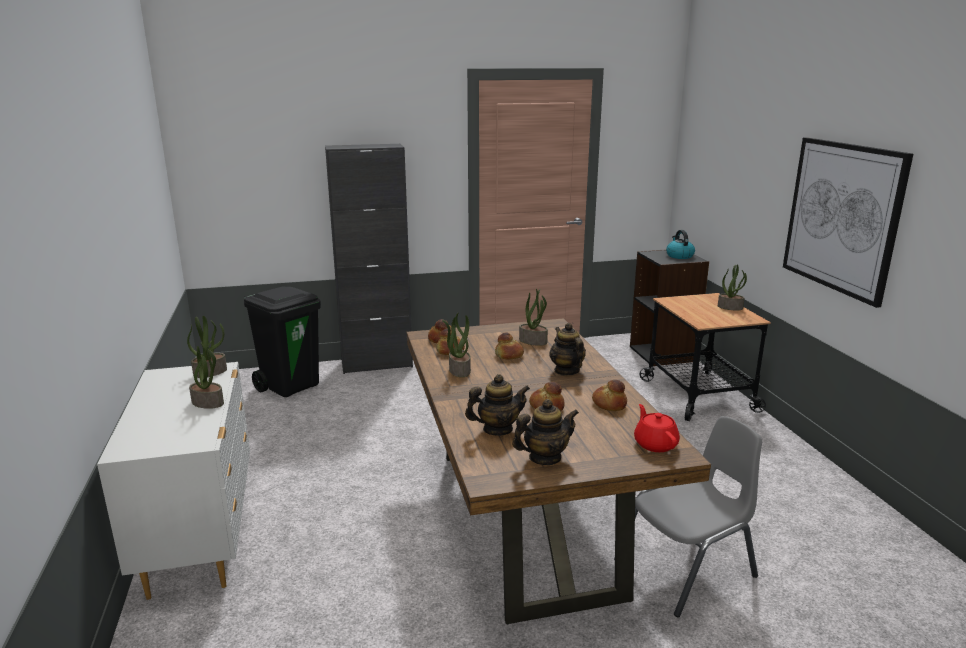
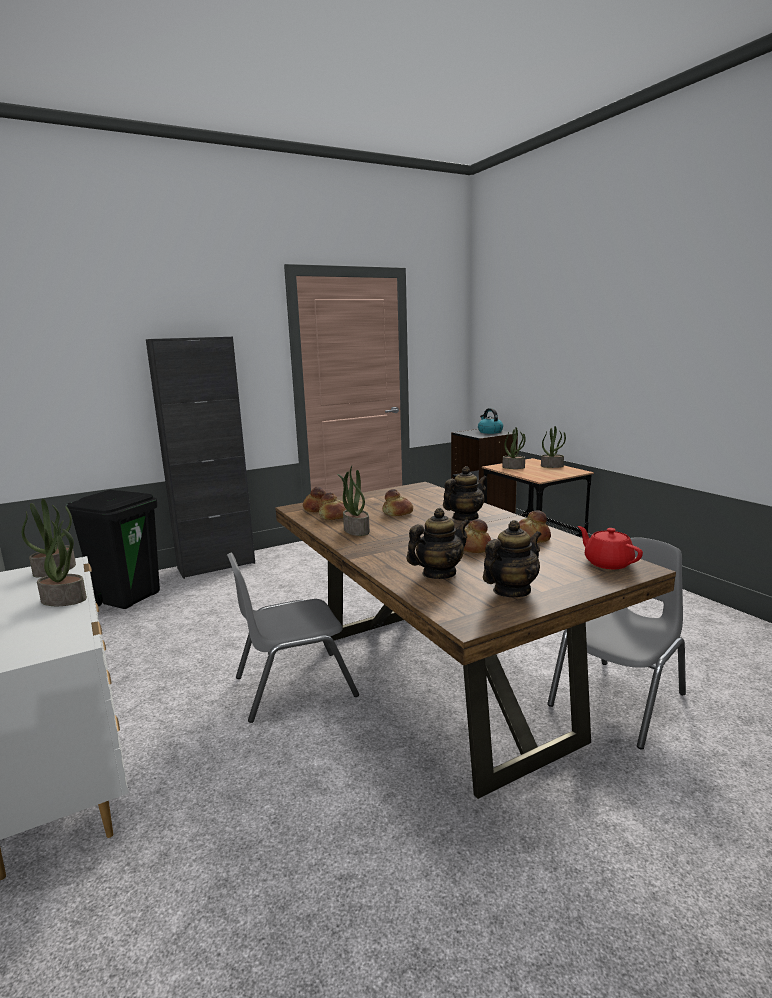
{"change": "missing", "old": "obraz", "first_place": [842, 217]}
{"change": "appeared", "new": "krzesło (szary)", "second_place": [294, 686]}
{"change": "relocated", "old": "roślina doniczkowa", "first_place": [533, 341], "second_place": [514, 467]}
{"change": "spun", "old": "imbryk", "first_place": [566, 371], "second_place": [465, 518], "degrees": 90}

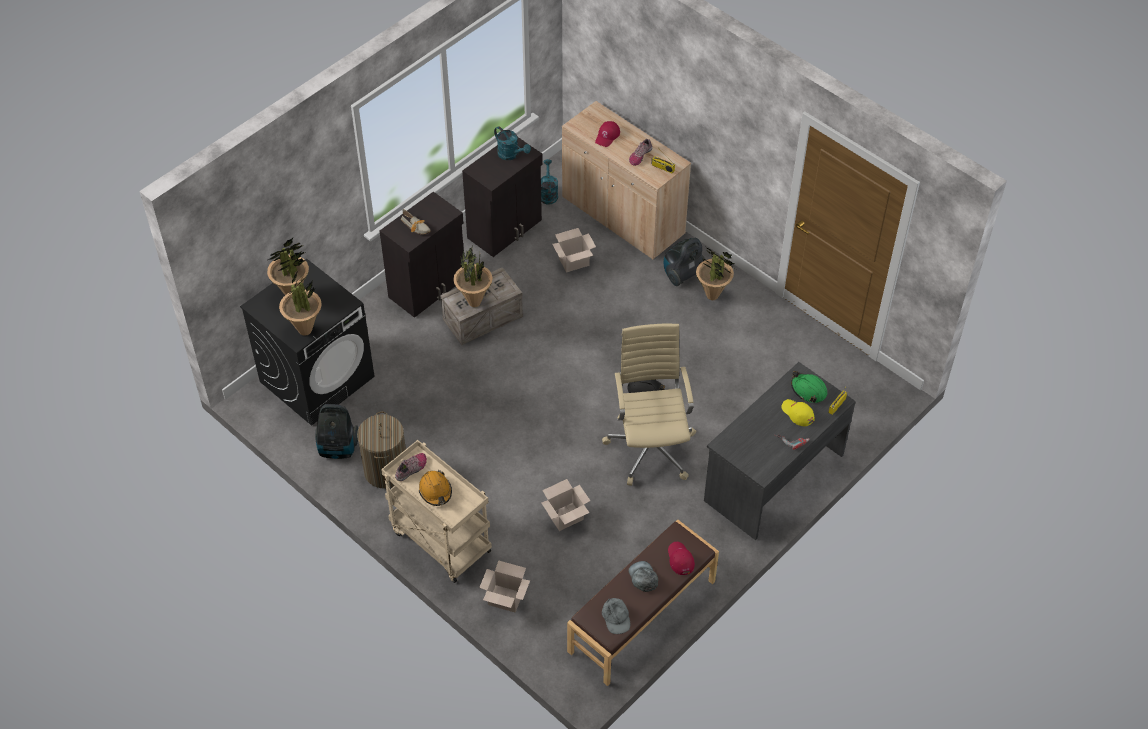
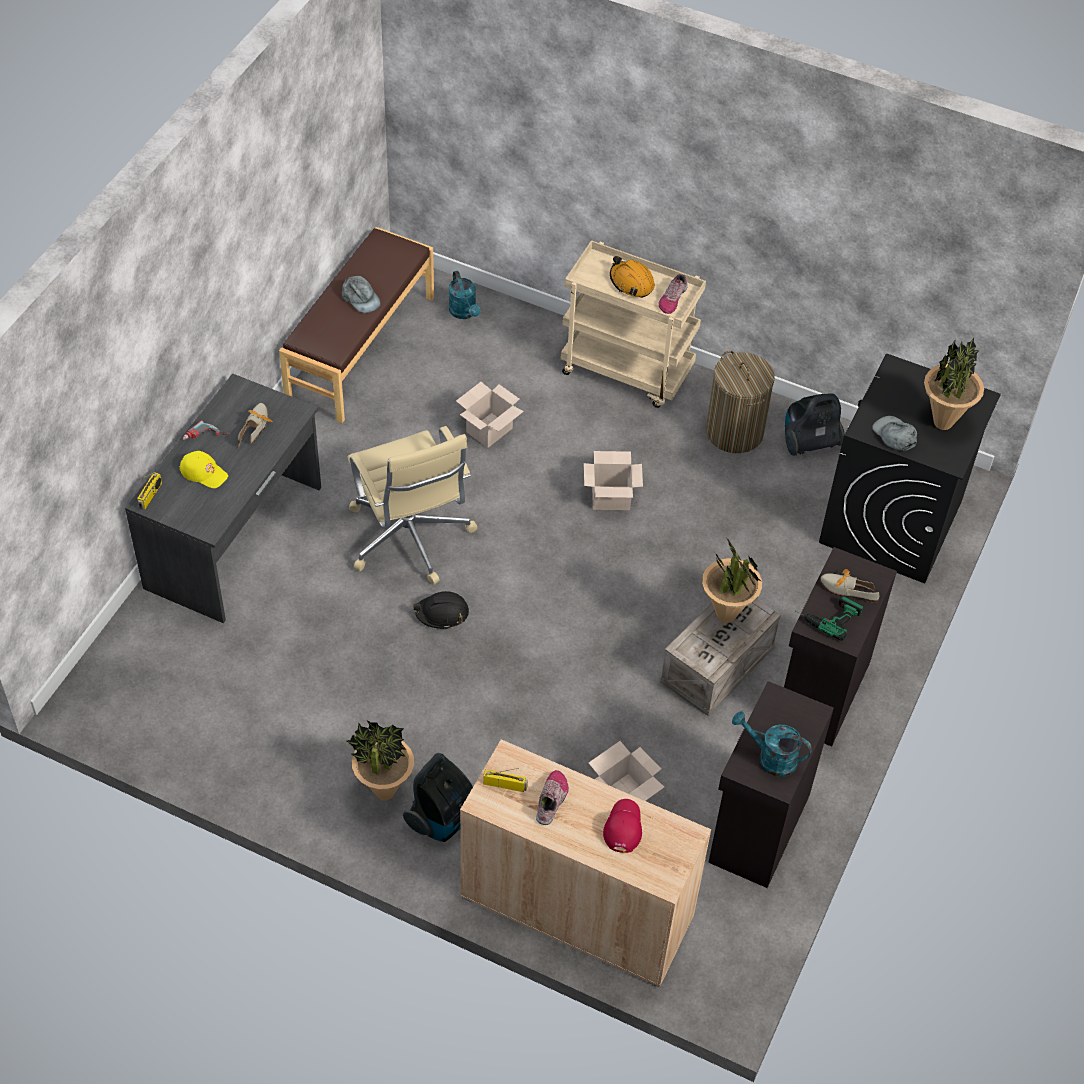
{"change": "missing", "old": "roślina doniczkowa", "first_place": [305, 330]}
{"change": "missing", "old": "czapka z daszkiem (czerwony)", "first_place": [680, 559]}
{"change": "missing", "old": "kask (zielony)", "first_place": [808, 390]}
{"change": "appeared", "new": "but", "second_place": [255, 426]}
{"change": "appeared", "new": "wiertarka", "second_place": [827, 615]}
{"change": "relocated", "old": "karton", "first_place": [504, 599], "second_place": [612, 497]}
{"change": "relocated", "old": "konewka (turkusowy)", "first_place": [548, 193], "second_place": [464, 313]}
{"change": "relocated", "old": "czapka z daszkiem (szary)", "first_place": [616, 617], "second_place": [894, 435]}

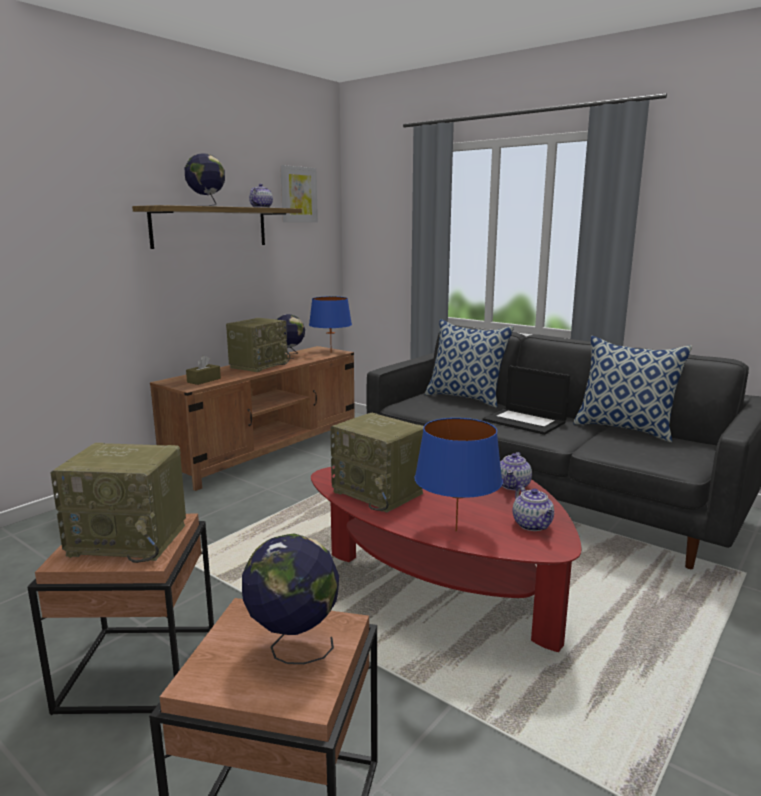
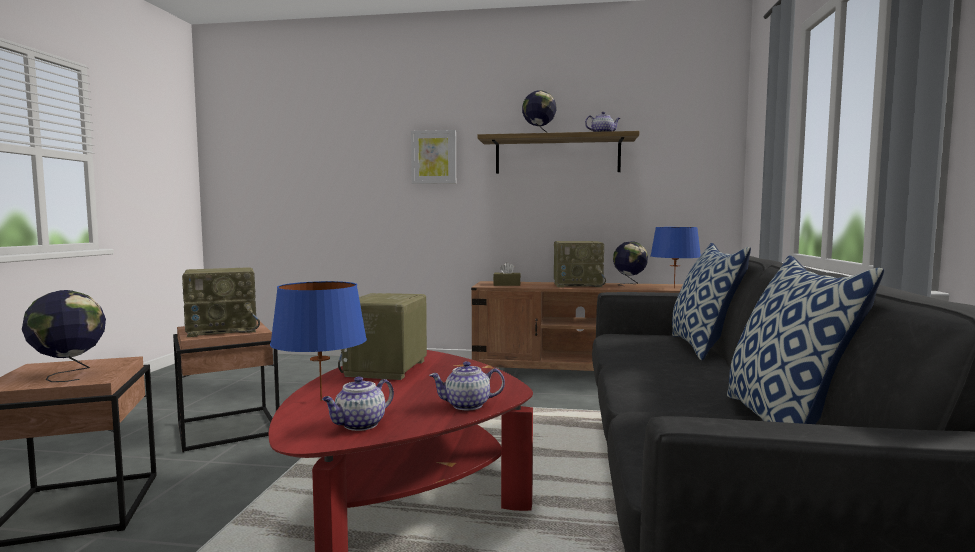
{"change": "missing", "old": "laptop", "first_place": [525, 421]}
{"change": "relocated", "old": "obraz", "first_place": [298, 194], "second_place": [434, 157]}
{"change": "spun", "old": "radio", "first_place": [131, 539], "second_place": [223, 329], "degrees": -90}

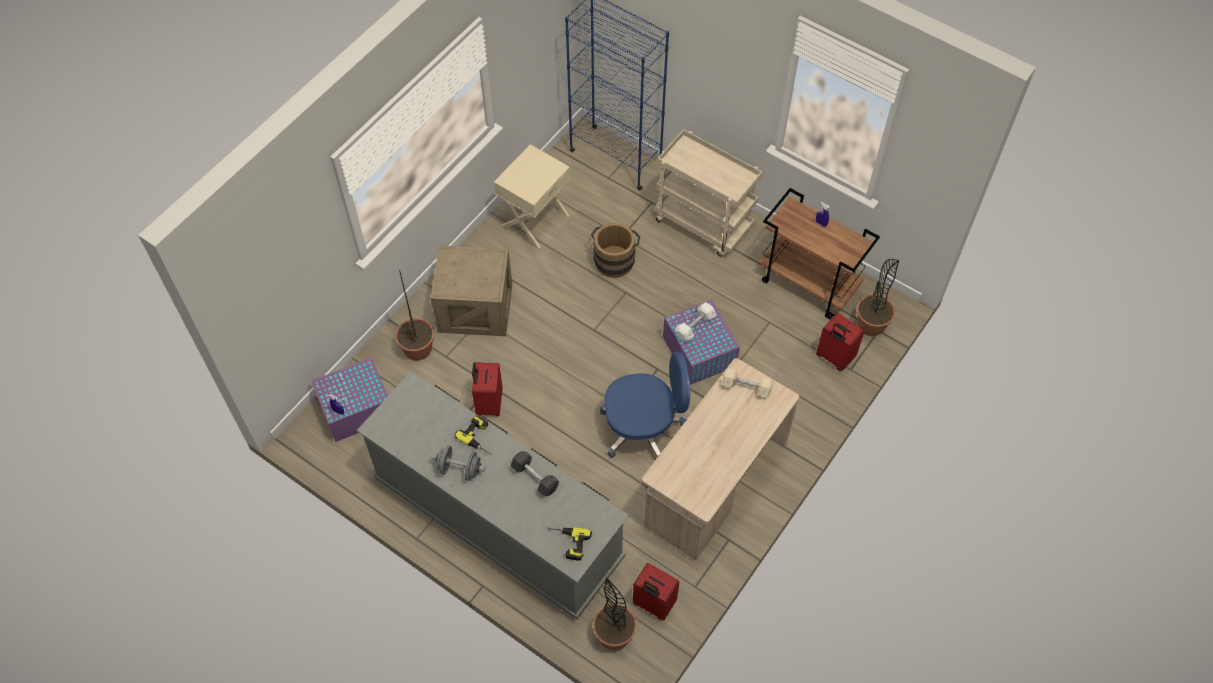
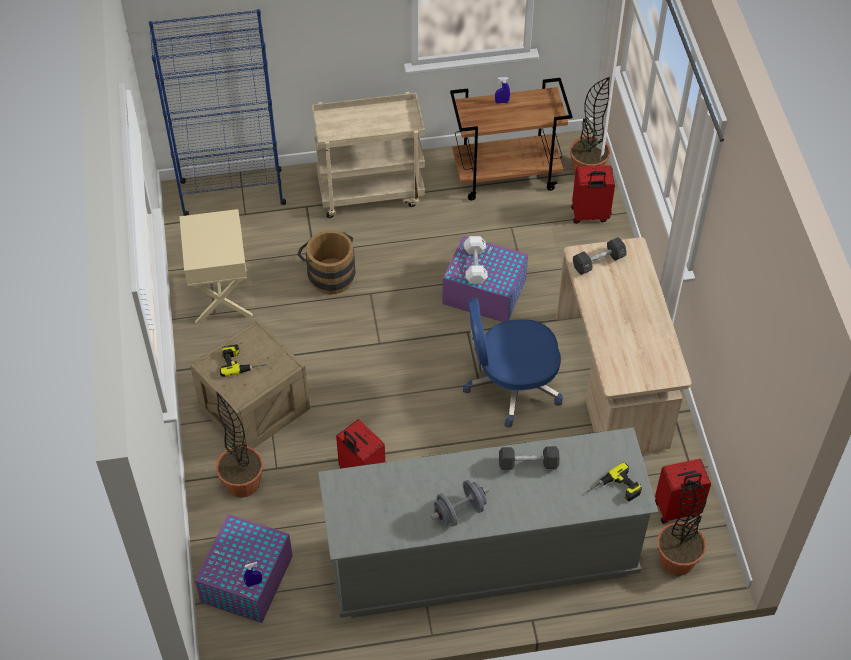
{"change": "relocated", "old": "wiertarka", "first_place": [480, 437], "second_place": [242, 361]}
{"change": "colour", "old": "hantel (beżowy)", "new": "hantel (czarny)", "first_place": [746, 387], "second_place": [598, 262]}
{"change": "spun", "old": "krzesło biurowe (niebieski)", "first_place": [643, 428], "second_place": [511, 386], "degrees": -135}

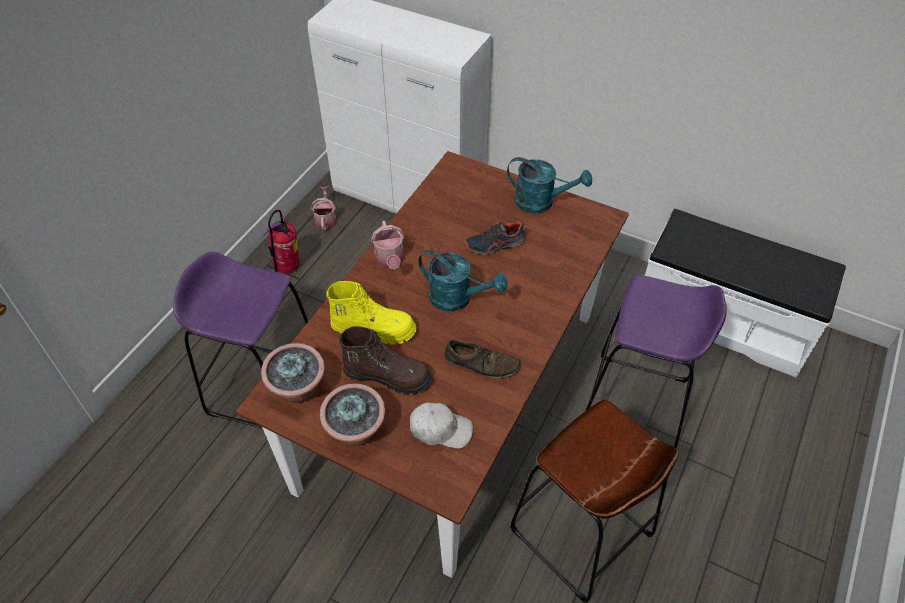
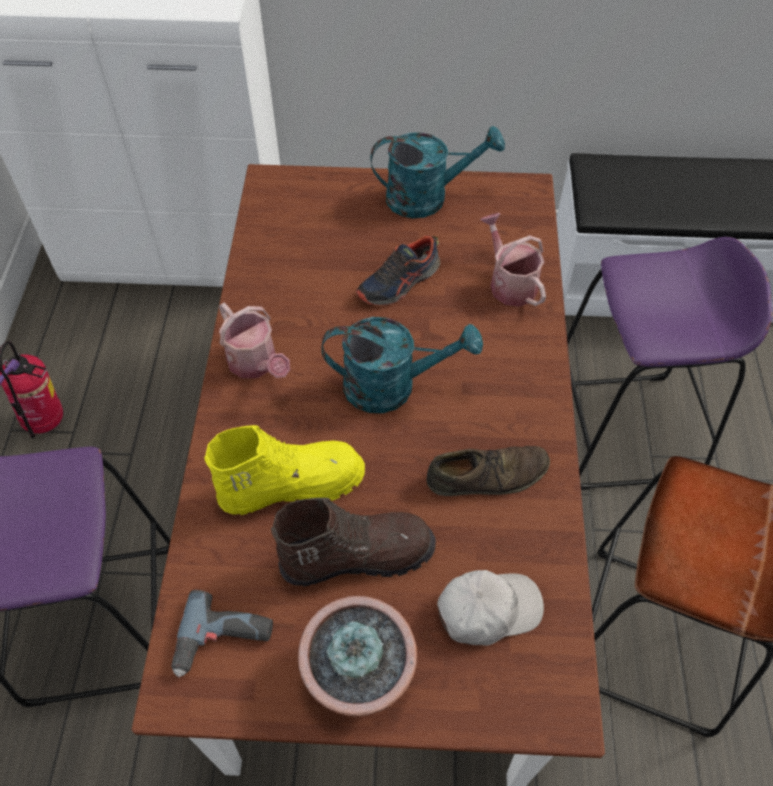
{"change": "relocated", "old": "konewka", "first_place": [326, 220], "second_place": [509, 283]}
{"change": "exchanged", "old": "roślina doniczkowa", "new": "wiertarka", "first_place": [298, 389], "second_place": [223, 643]}

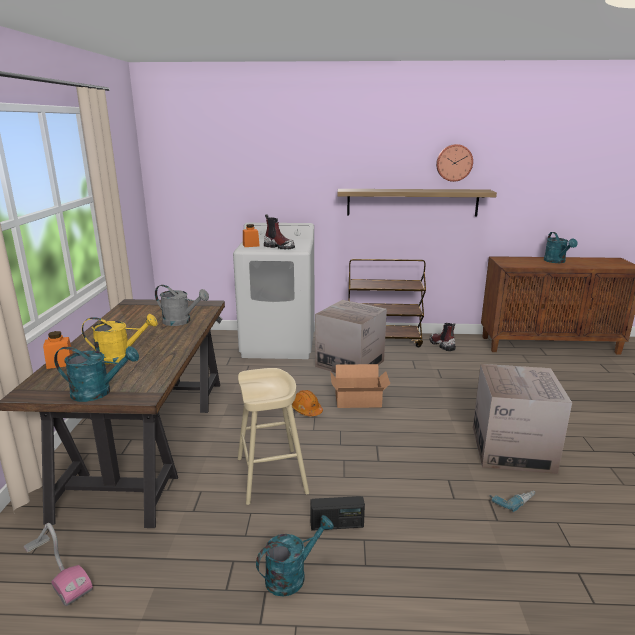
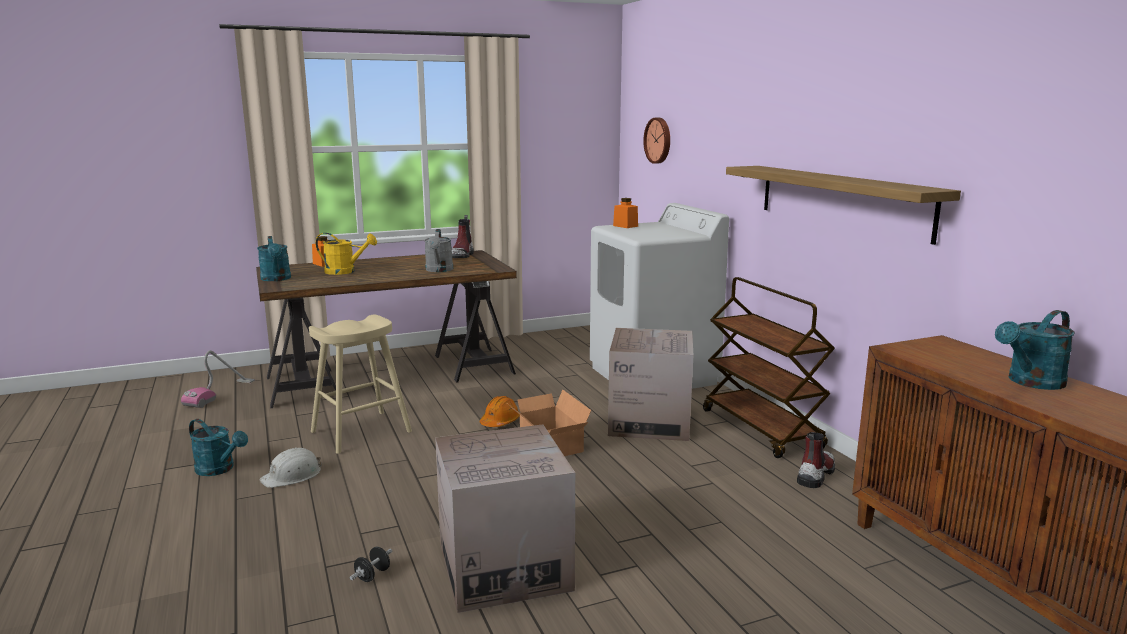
{"change": "relocated", "old": "but z cholewką", "first_place": [279, 247], "second_place": [462, 255]}
{"change": "relocated", "old": "zegar ścienny", "first_place": [454, 162], "second_place": [659, 140]}
{"change": "exchanged", "old": "radio", "new": "kask (biały)", "first_place": [337, 525], "second_place": [292, 475]}
{"change": "exchanged", "old": "wiertarka", "new": "hantel (czarny)", "first_place": [512, 500], "second_place": [372, 575]}
{"change": "spun", "old": "konewka (żółty)", "first_place": [120, 356], "second_place": [345, 271], "degrees": -45}

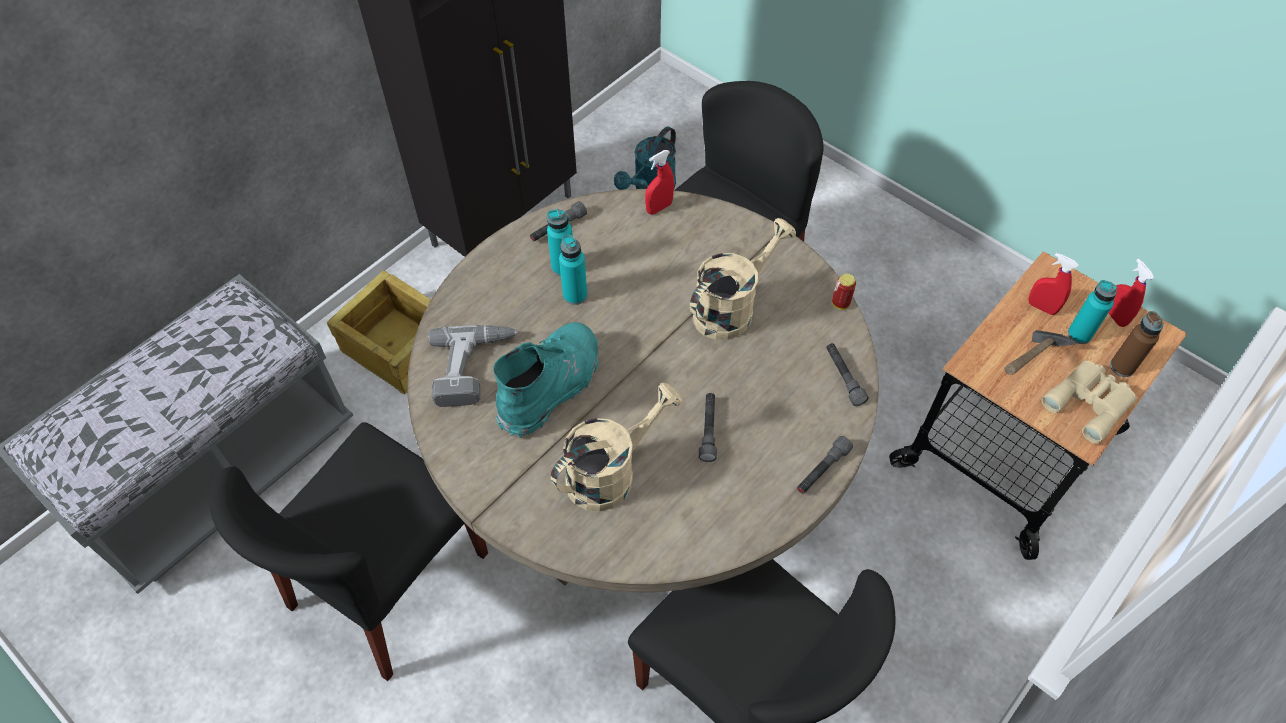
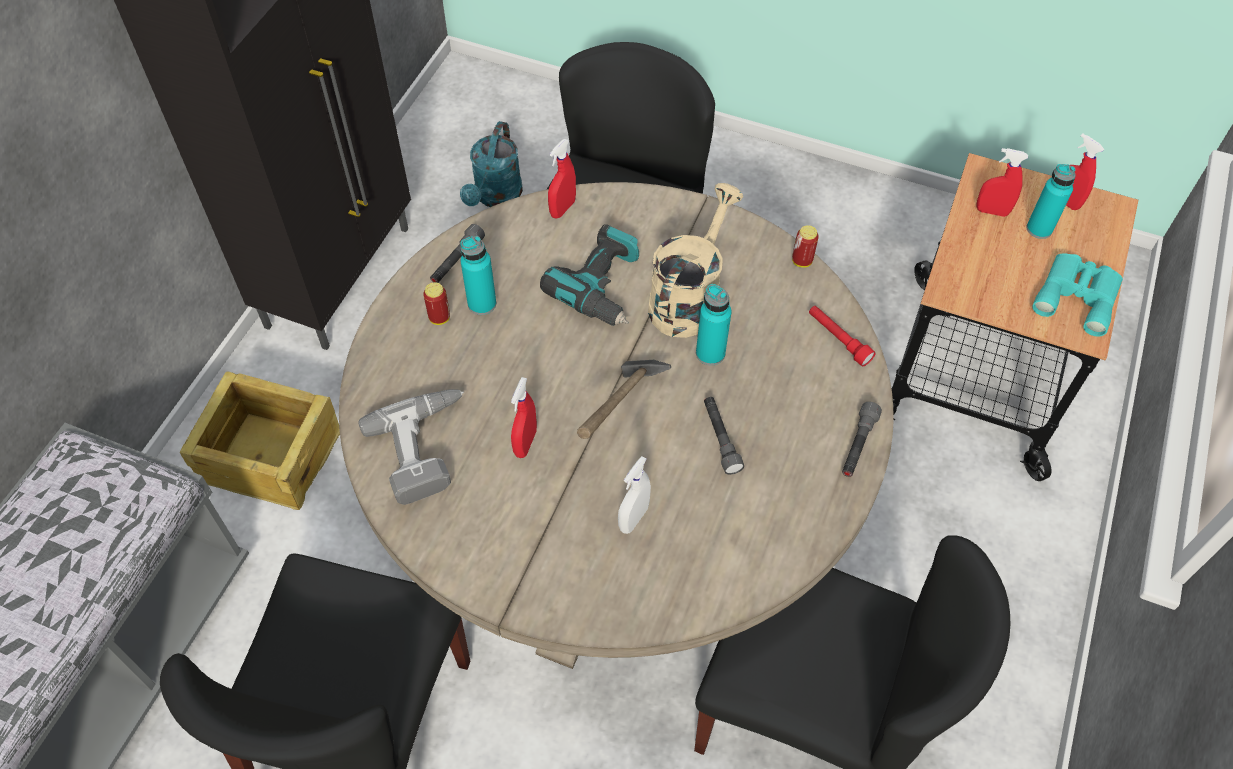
{"change": "missing", "old": "butelka (brązowy)", "first_place": [1122, 367]}
{"change": "appeared", "new": "puszka", "second_place": [439, 318]}
{"change": "appeared", "new": "wiertarka", "second_place": [603, 287]}
{"change": "relocated", "old": "butelka (turkusowy)", "first_place": [575, 295], "second_place": [710, 353]}
{"change": "relocated", "old": "młotek", "first_place": [1024, 373], "second_place": [622, 420]}
{"change": "exchanged", "old": "but z cholewką (turkusowy)", "new": "spryskiwacz (czerwony)", "first_place": [551, 387], "second_place": [525, 443]}
{"change": "exchanged", "old": "konewka (beżowy)", "new": "spryskiwacz (biały)", "first_place": [611, 472], "second_place": [633, 518]}
{"change": "colour", "old": "latarka (szary)", "new": "latarka (czerwony)", "first_place": [843, 377], "second_place": [838, 339]}
{"change": "colour", "old": "lornetka (beżowy)", "new": "lornetka (turkusowy)", "first_place": [1090, 402], "second_place": [1077, 296]}

